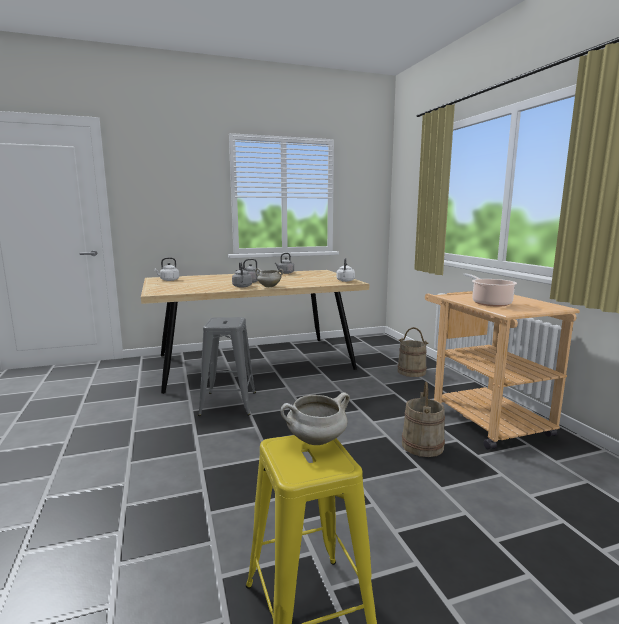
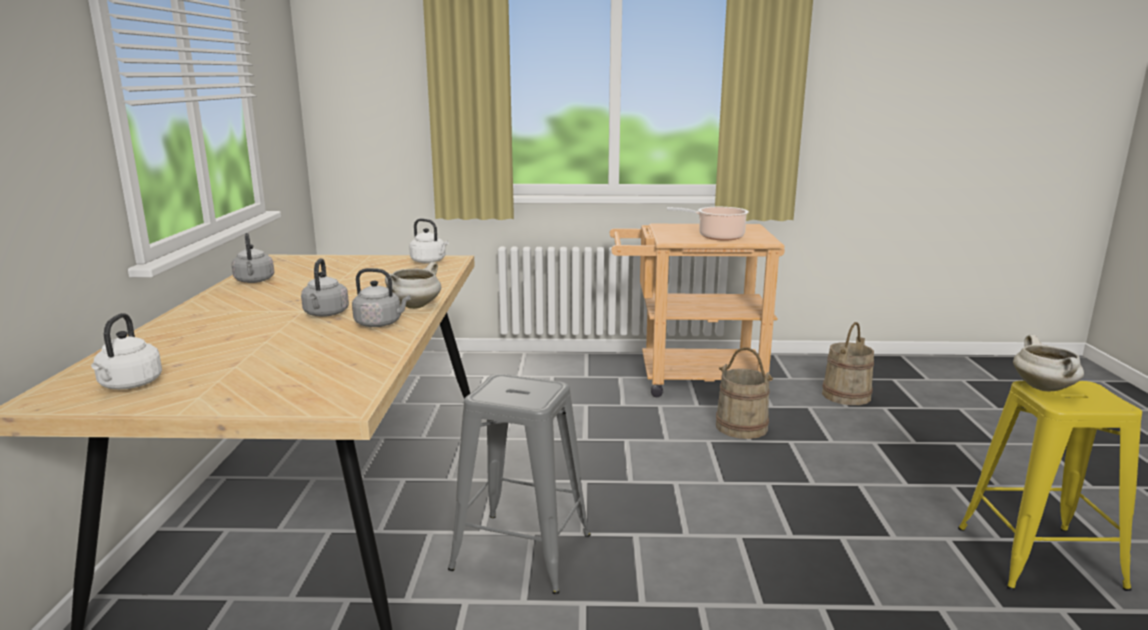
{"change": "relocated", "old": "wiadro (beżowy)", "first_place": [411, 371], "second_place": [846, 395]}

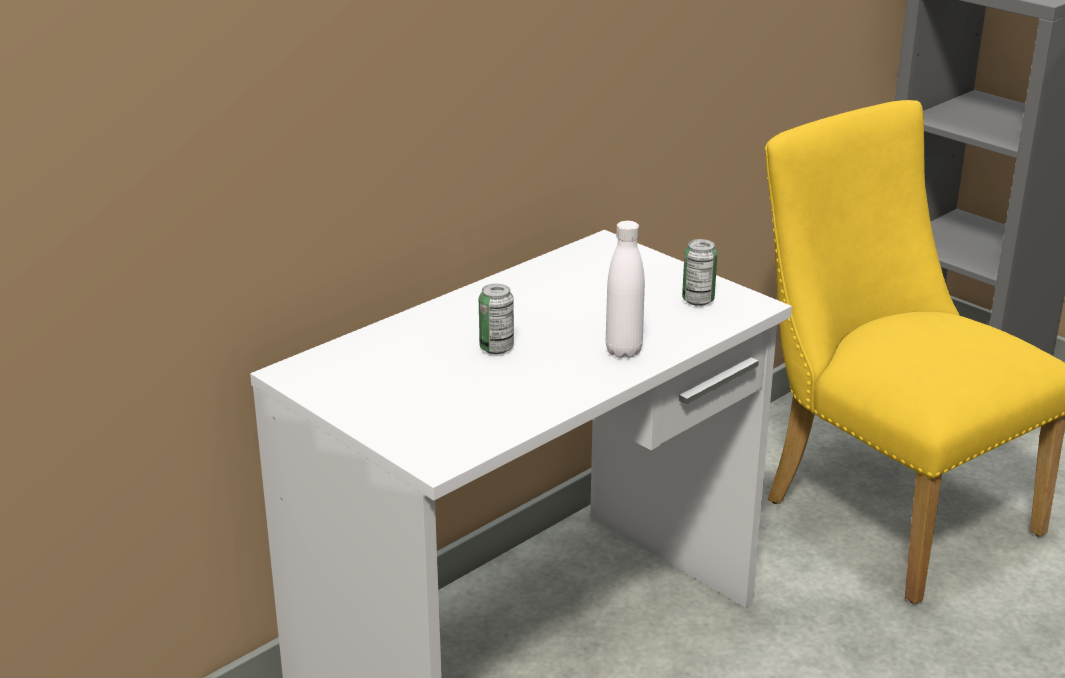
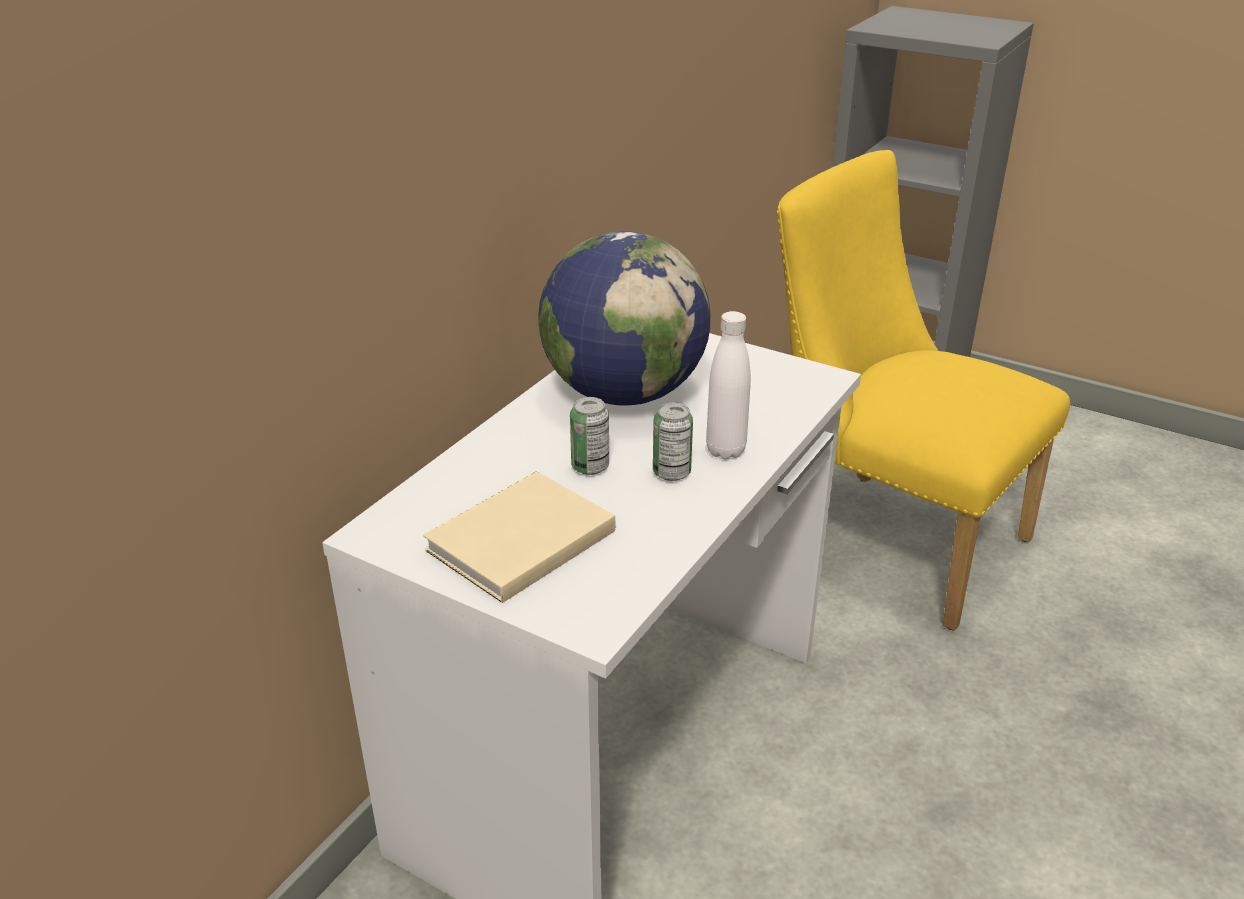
{"change": "appeared", "new": "książka (beżowy)", "second_place": [516, 541]}
{"change": "appeared", "new": "globus", "second_place": [624, 393]}
{"change": "relocated", "old": "puszka", "first_place": [698, 300], "second_place": [671, 472]}

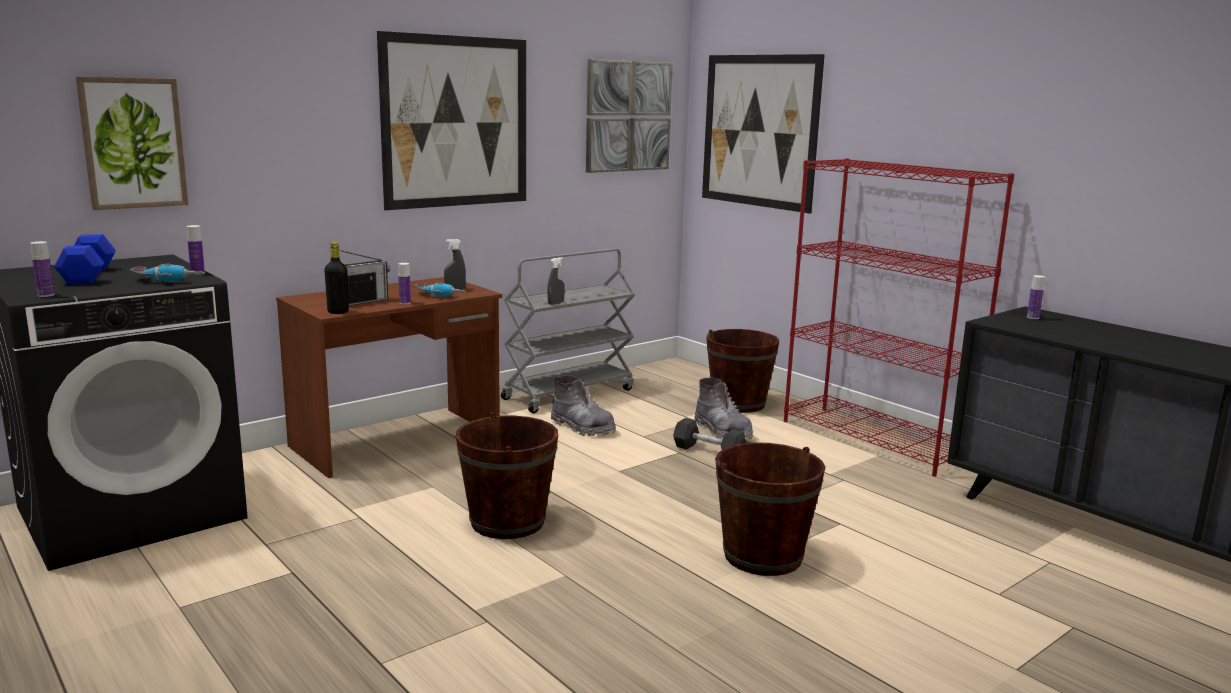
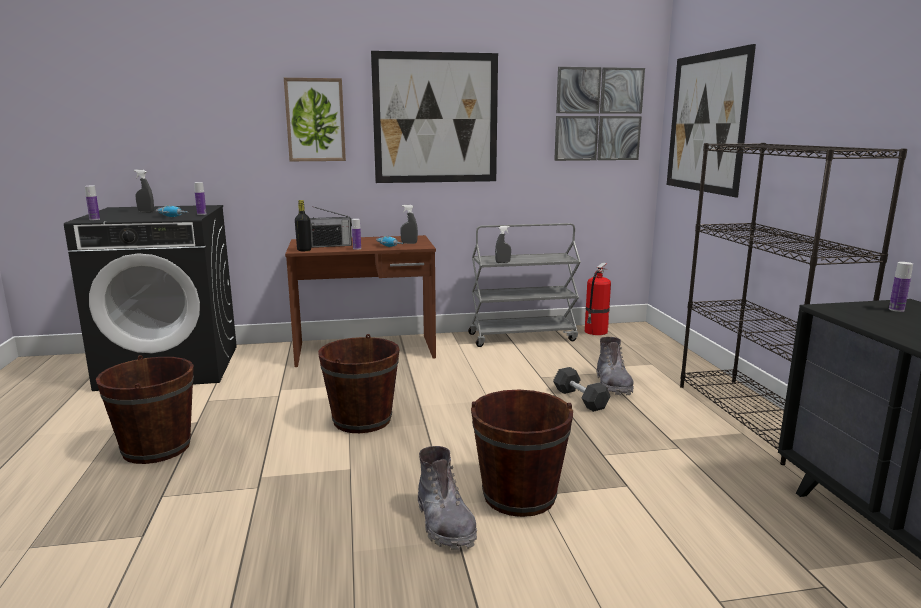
{"change": "appeared", "new": "gaśnica", "second_place": [595, 332]}
{"change": "relocated", "old": "obraz", "first_place": [133, 143], "second_place": [315, 120]}
{"change": "relocated", "old": "but z cholewką (szary)", "first_place": [582, 427], "second_place": [445, 523]}
{"change": "relocated", "old": "wiadro (brązowy)", "first_place": [738, 404], "second_place": [156, 448]}
{"change": "exchanged", "old": "hantel (niebieski)", "new": "spryskiwacz (szary)", "first_place": [88, 275], "second_place": [146, 212]}
{"change": "colour", "old": "regał (czerwony)", "new": "regał (czarny)", "first_place": [875, 439], "second_place": [756, 418]}

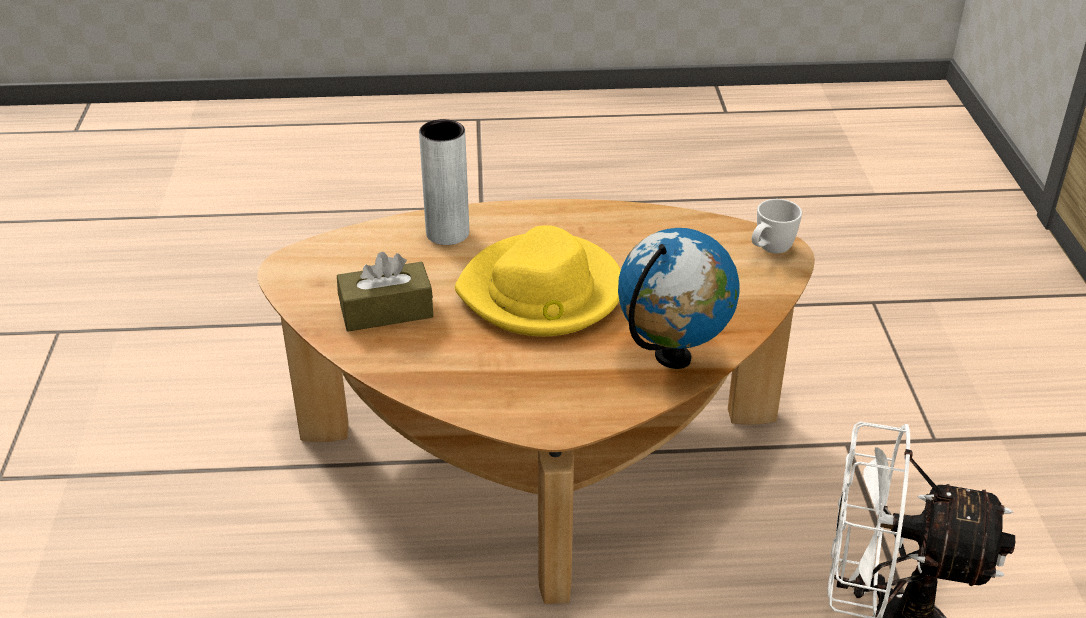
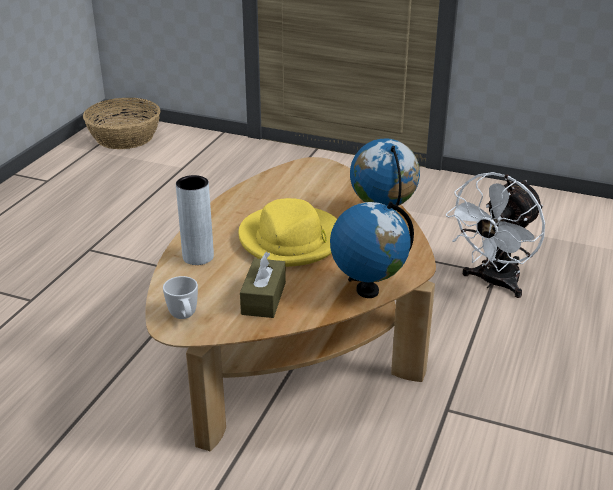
{"change": "appeared", "new": "koszyk", "second_place": [125, 137]}
{"change": "appeared", "new": "globus", "second_place": [367, 290]}
{"change": "relocated", "old": "kubek (biały)", "first_place": [769, 251], "second_place": [184, 317]}

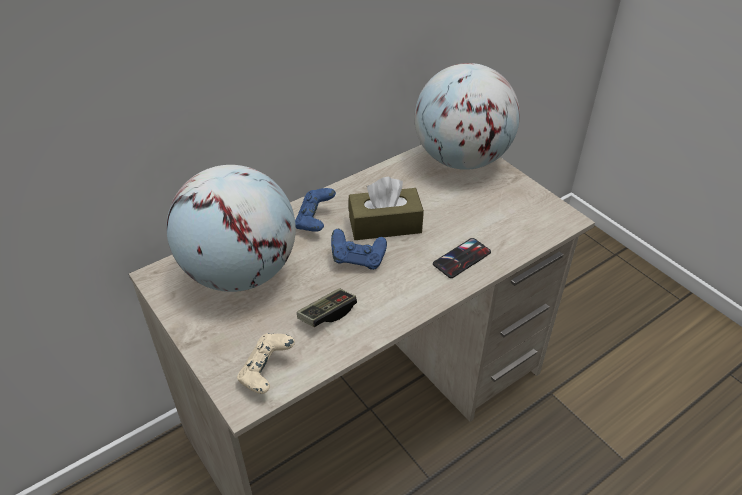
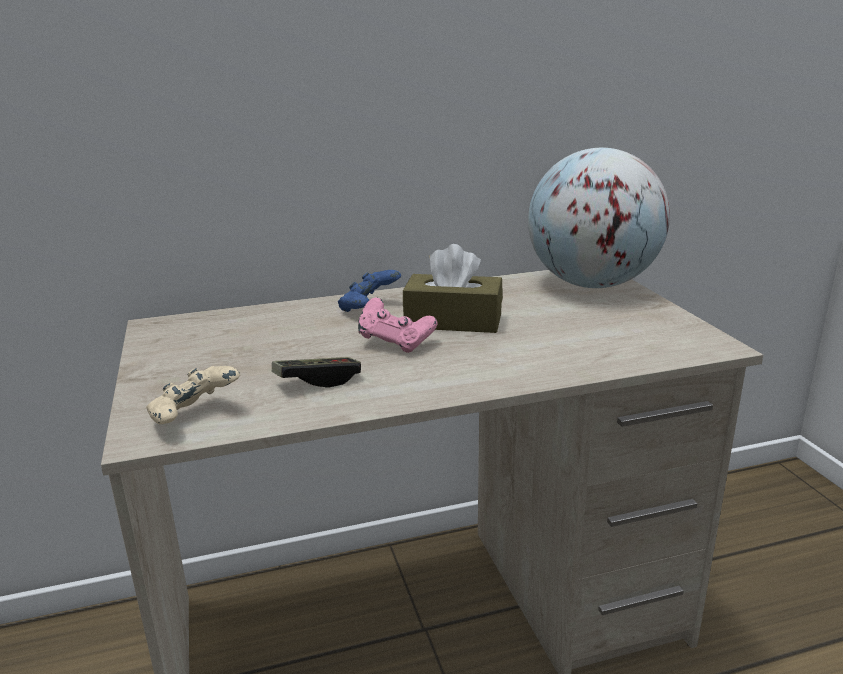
{"change": "missing", "old": "globus", "first_place": [240, 272]}
{"change": "missing", "old": "telefon", "first_place": [462, 258]}
{"change": "colour", "old": "pad do gier (niebieski)", "new": "pad do gier (różowy)", "first_place": [358, 260], "second_place": [396, 343]}

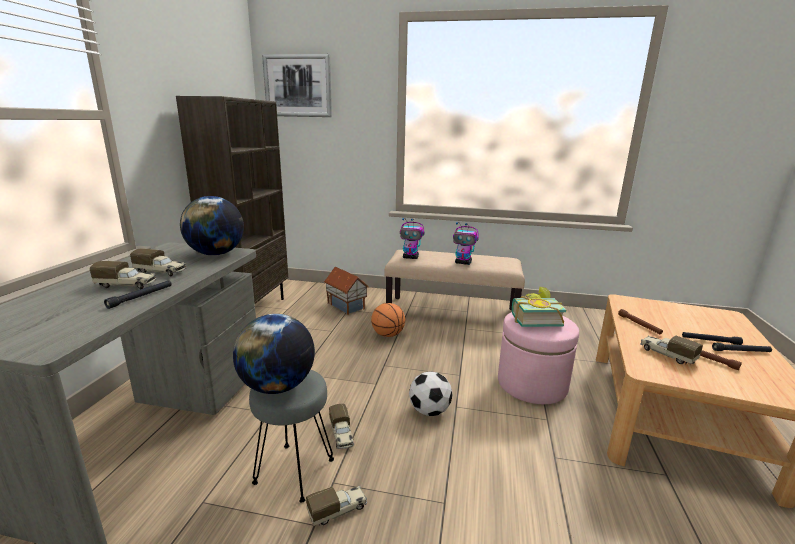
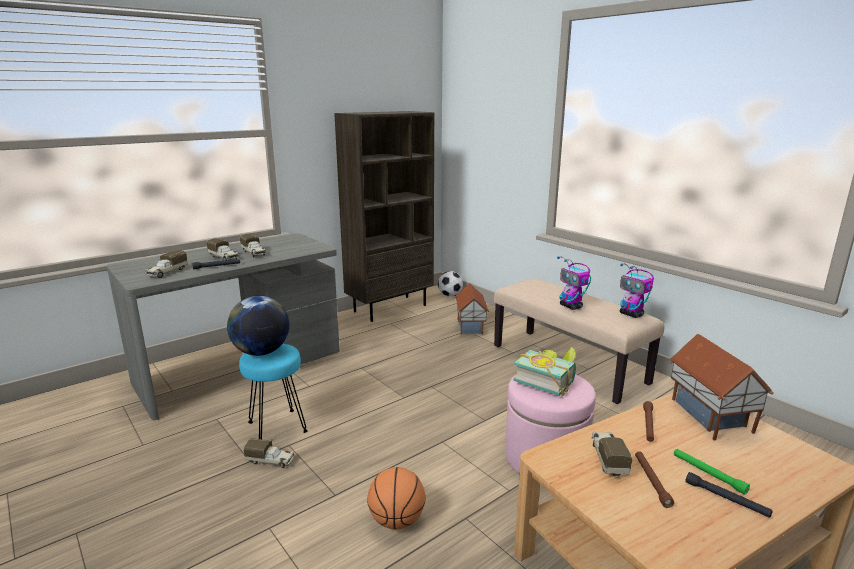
{"change": "missing", "old": "globus", "first_place": [216, 254]}
{"change": "missing", "old": "obraz", "first_place": [298, 86]}
{"change": "appeared", "new": "domek", "second_place": [709, 416]}
{"change": "relocated", "old": "ciężarówka zabawkowa", "first_place": [341, 435], "second_place": [167, 272]}
{"change": "relocated", "old": "piłka do koszykówki", "first_place": [388, 335], "second_place": [397, 520]}
{"change": "relocated", "old": "robot zabawkowy", "first_place": [411, 257], "second_place": [631, 314]}
{"change": "relocated", "old": "piłka futbolowa", "first_place": [429, 411], "second_place": [450, 295]}
{"change": "colour", "old": "stołek (szary)", "new": "stołek (turkusowy)", "first_place": [295, 472], "second_place": [277, 428]}
{"change": "colour", "old": "latarka (czarny)", "new": "latarka (zielony)", "first_place": [710, 341], "second_place": [708, 474]}

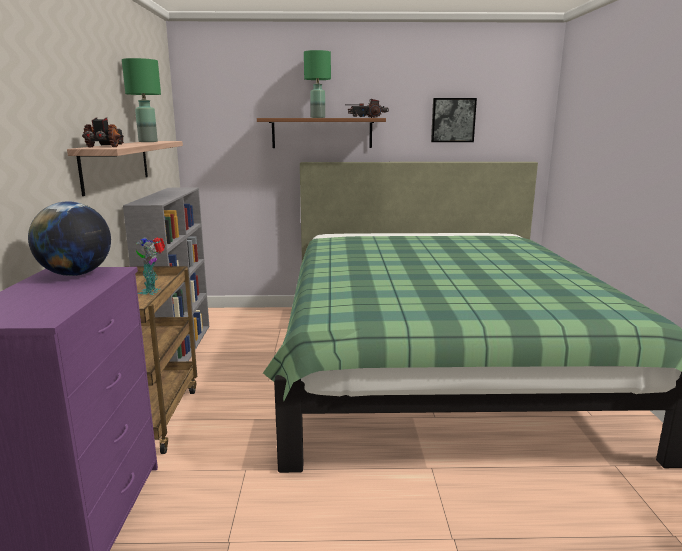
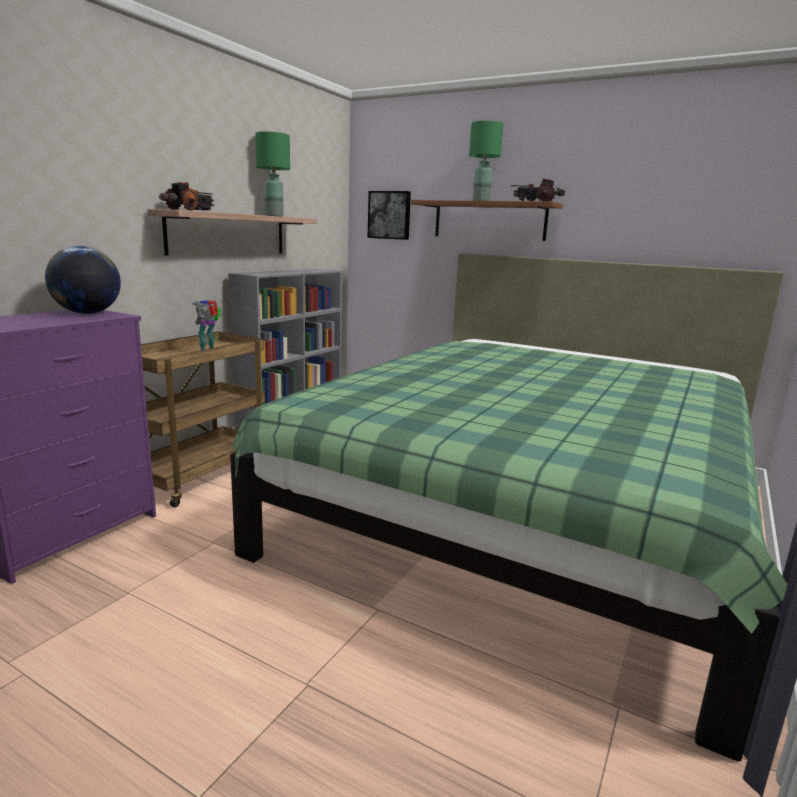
{"change": "relocated", "old": "obraz", "first_place": [453, 120], "second_place": [390, 215]}

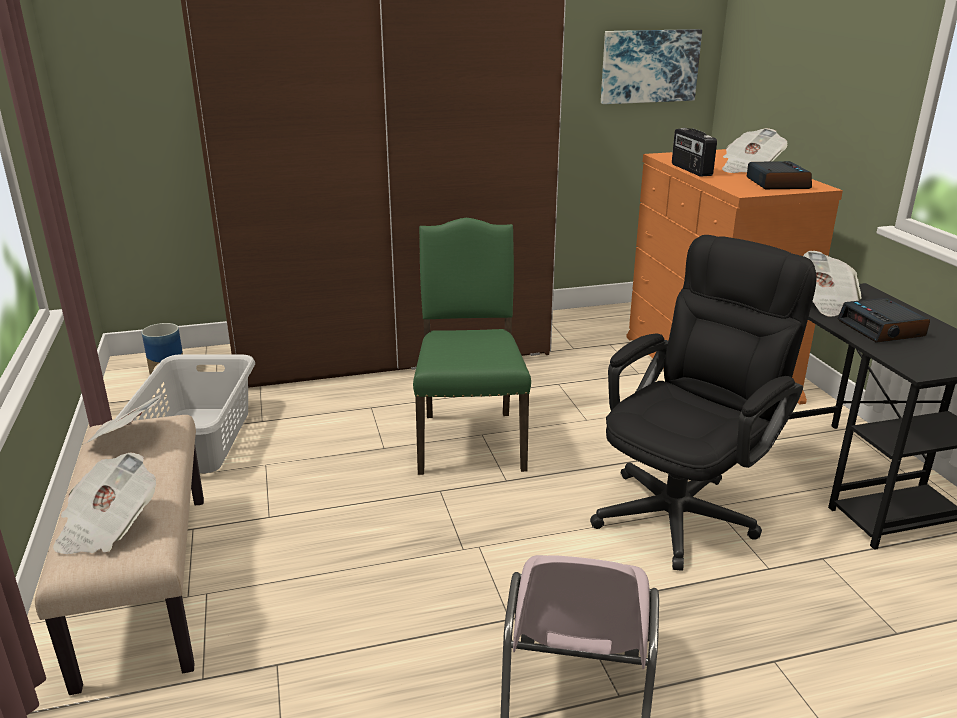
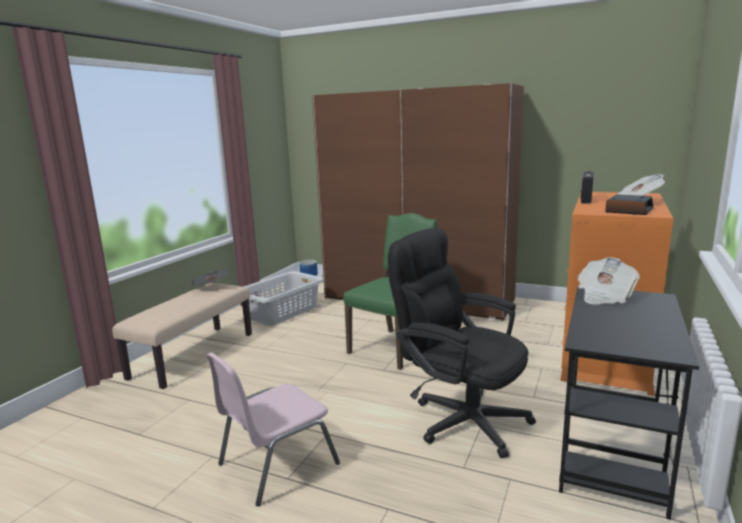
{"change": "missing", "old": "gazeta", "first_place": [107, 527]}
{"change": "missing", "old": "obraz", "first_place": [649, 66]}
{"change": "missing", "old": "budzik", "first_place": [882, 329]}
{"change": "spun", "old": "krzesło biurowe (czarny)", "first_place": [684, 508], "second_place": [460, 418], "degrees": -135}

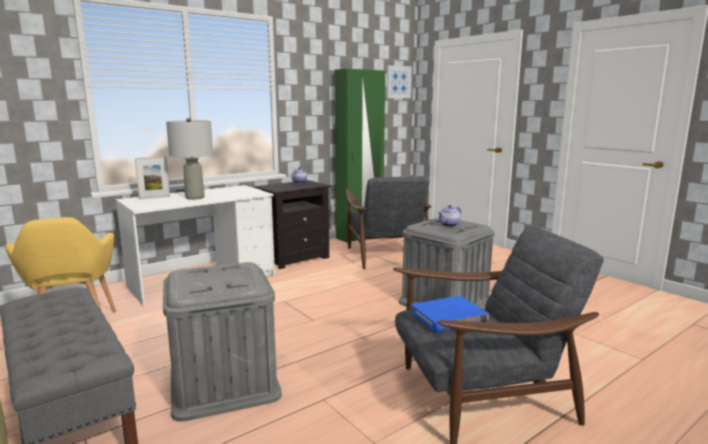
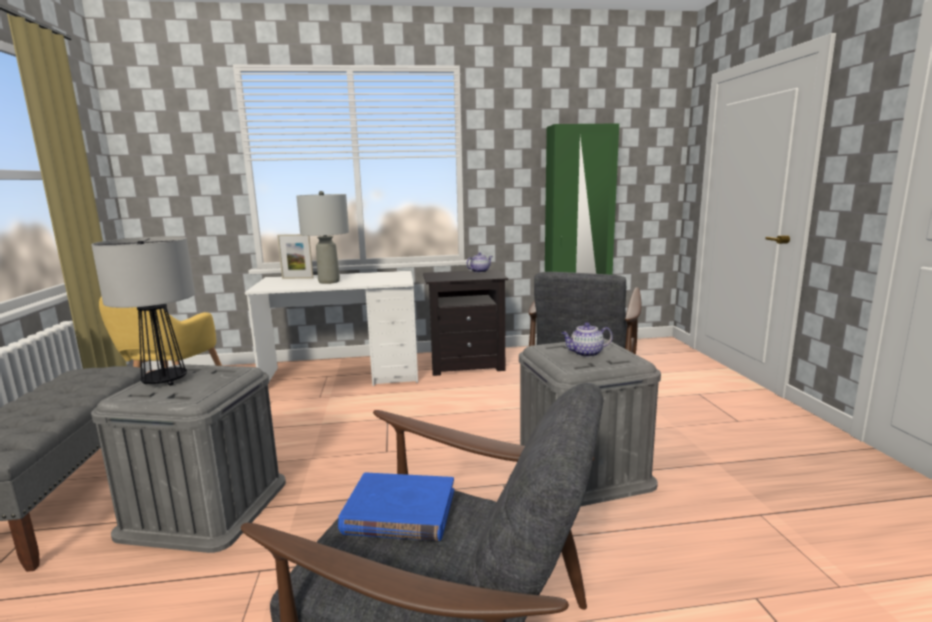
{"change": "missing", "old": "obraz", "first_place": [398, 82]}
{"change": "appeared", "new": "lampa stołowa", "second_place": [165, 381]}

